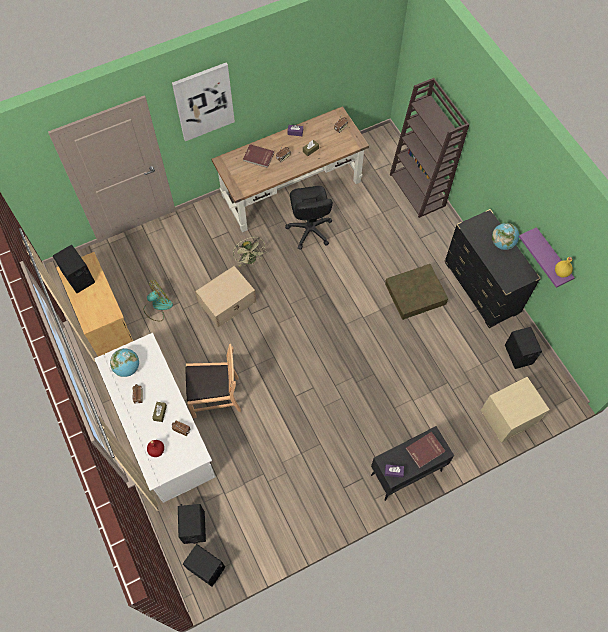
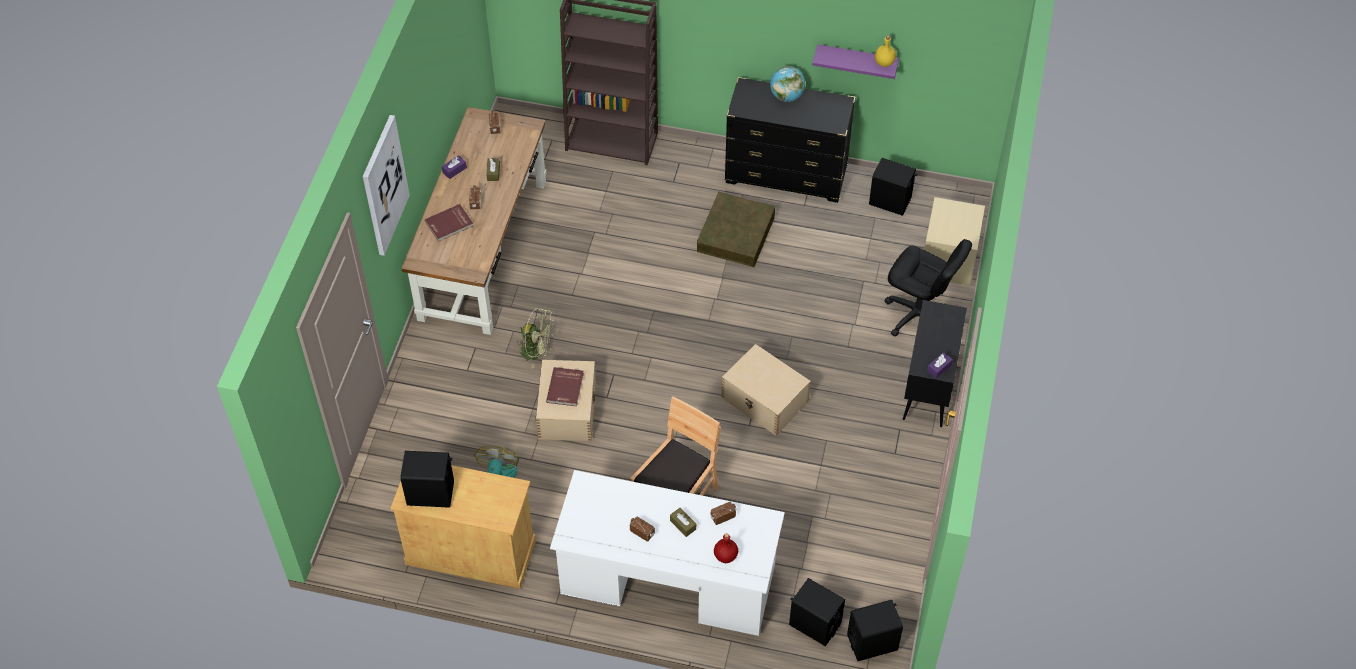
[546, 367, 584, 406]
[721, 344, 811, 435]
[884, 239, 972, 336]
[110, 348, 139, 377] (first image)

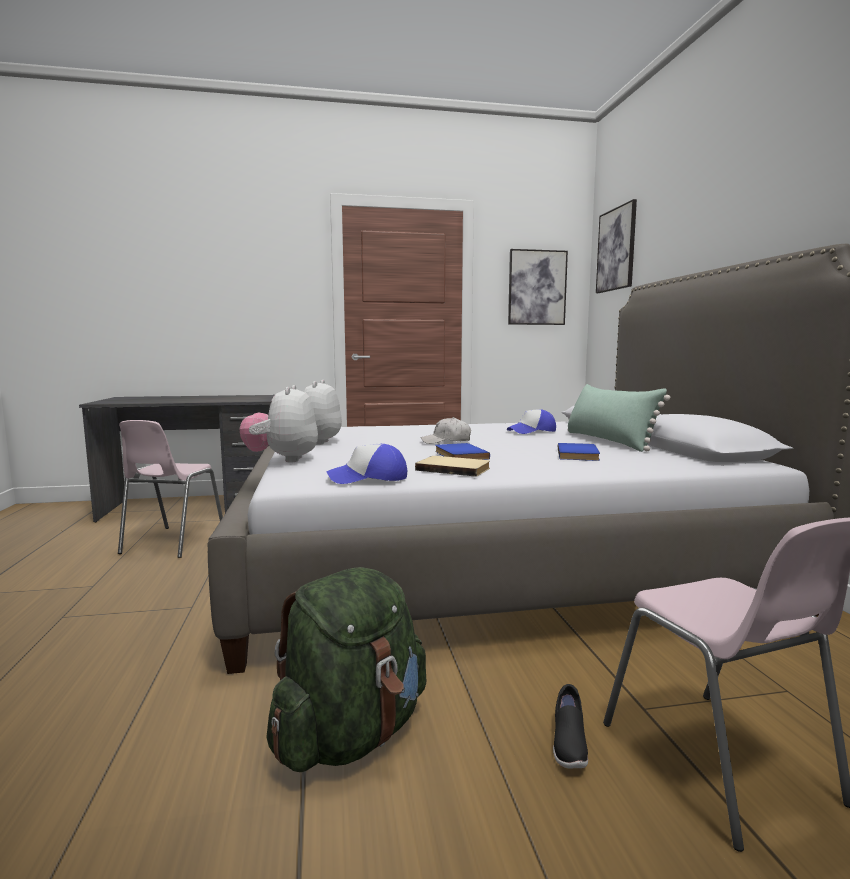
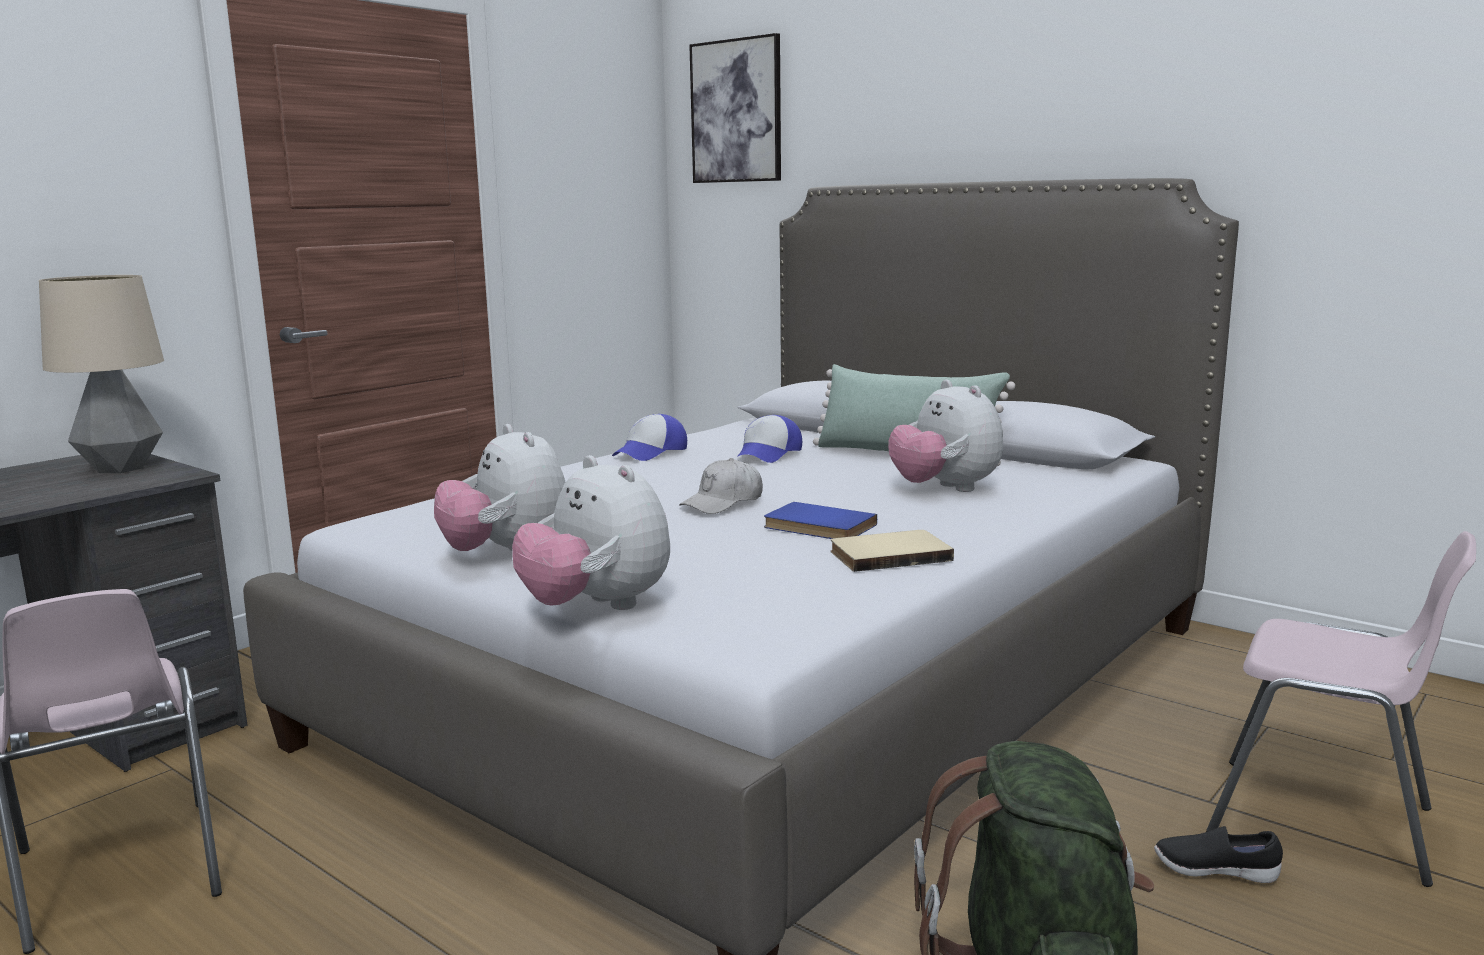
[39, 275, 164, 473]
[612, 414, 687, 461]
[888, 380, 1003, 492]
[1154, 826, 1283, 883]
[508, 249, 568, 325] (first image)

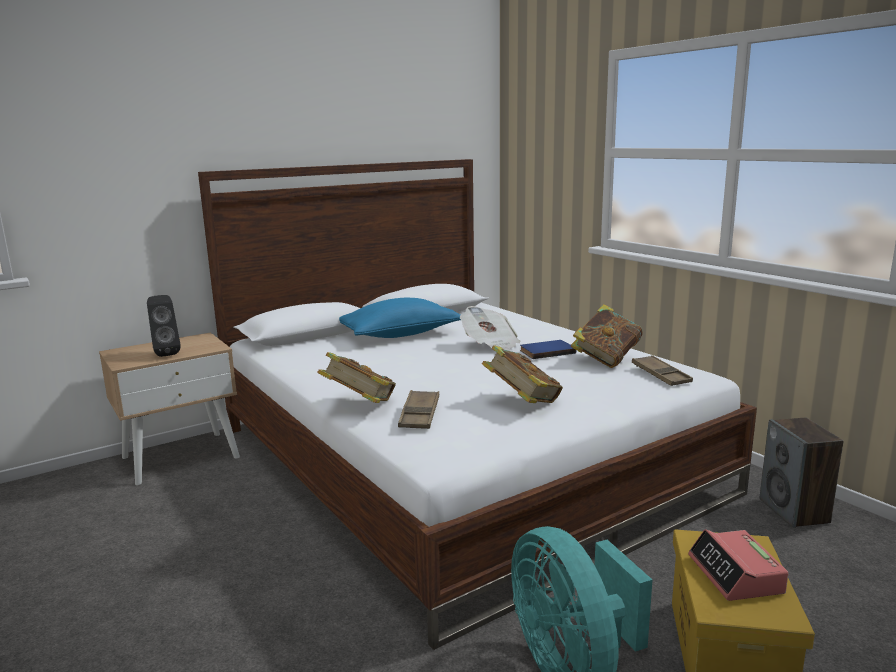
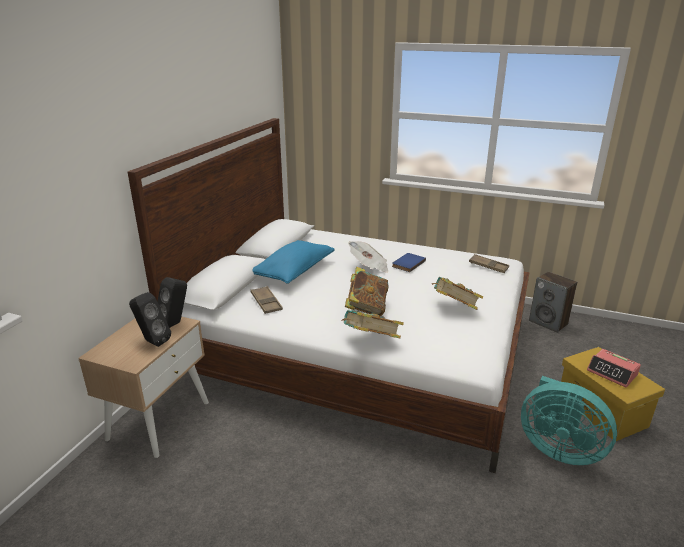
[157, 277, 187, 328]
[250, 286, 283, 314]
[345, 267, 389, 316]

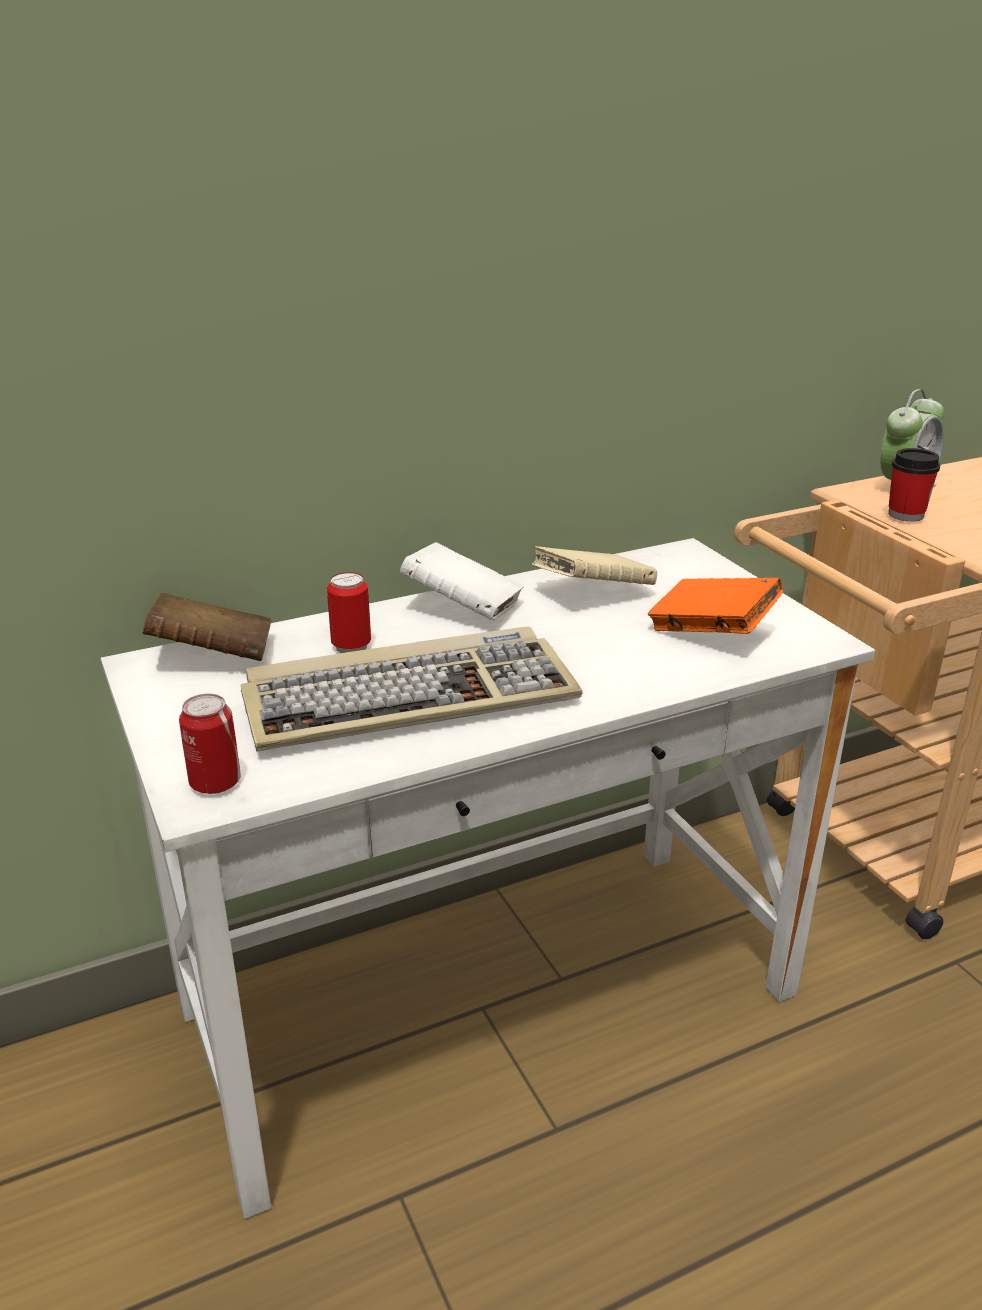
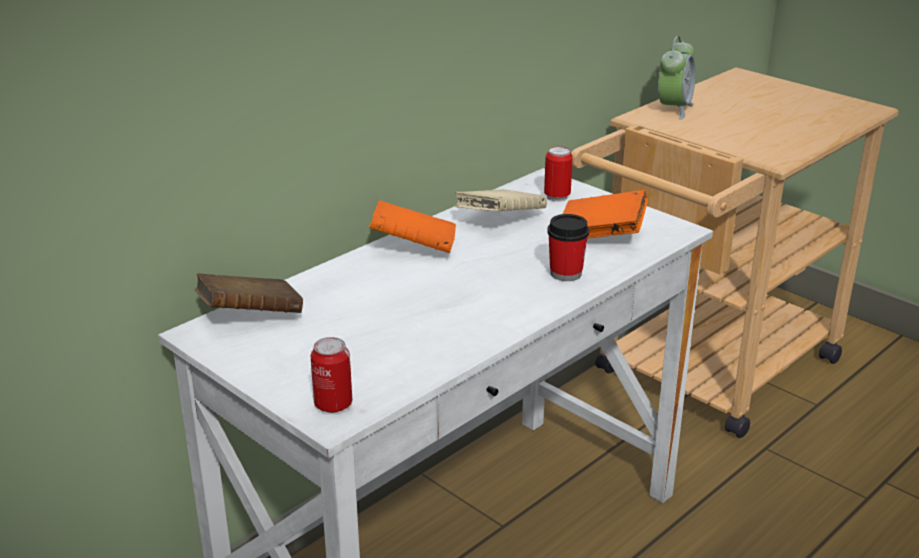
[369, 200, 456, 253]
[544, 146, 573, 202]
[547, 214, 589, 281]
[241, 626, 583, 752] (first image)

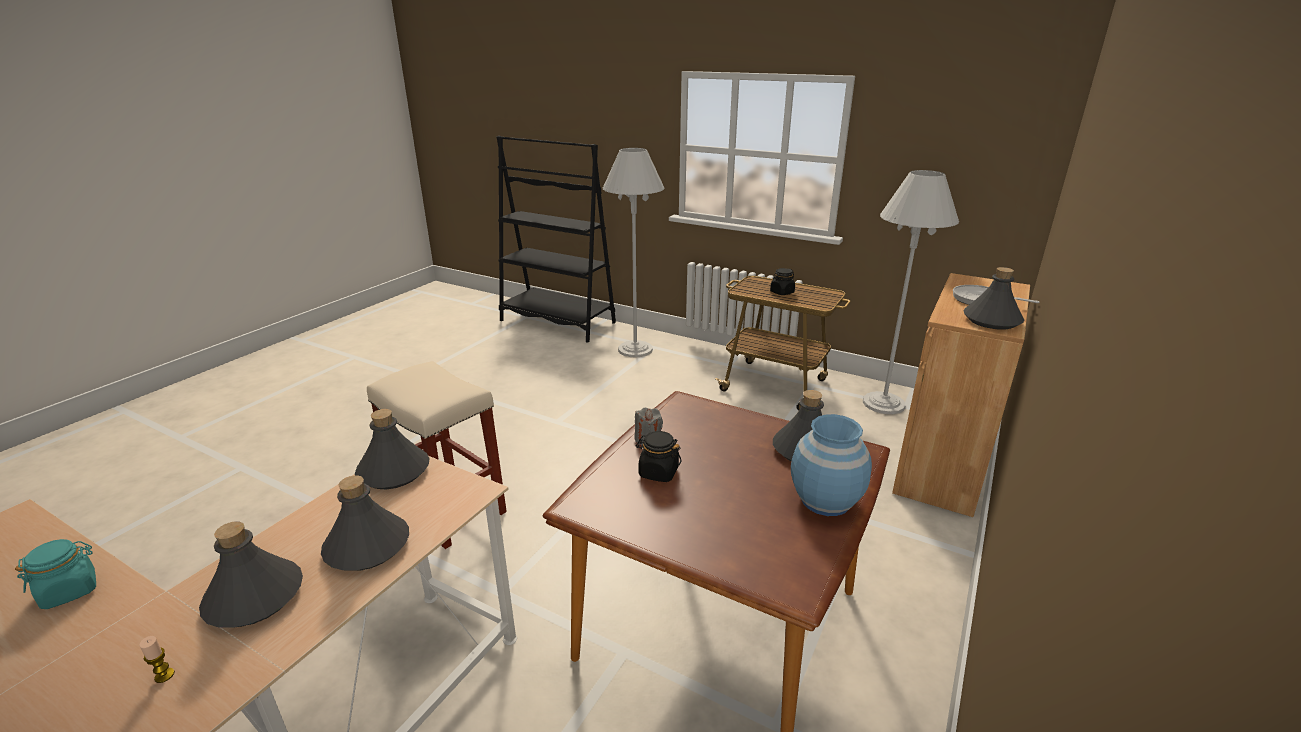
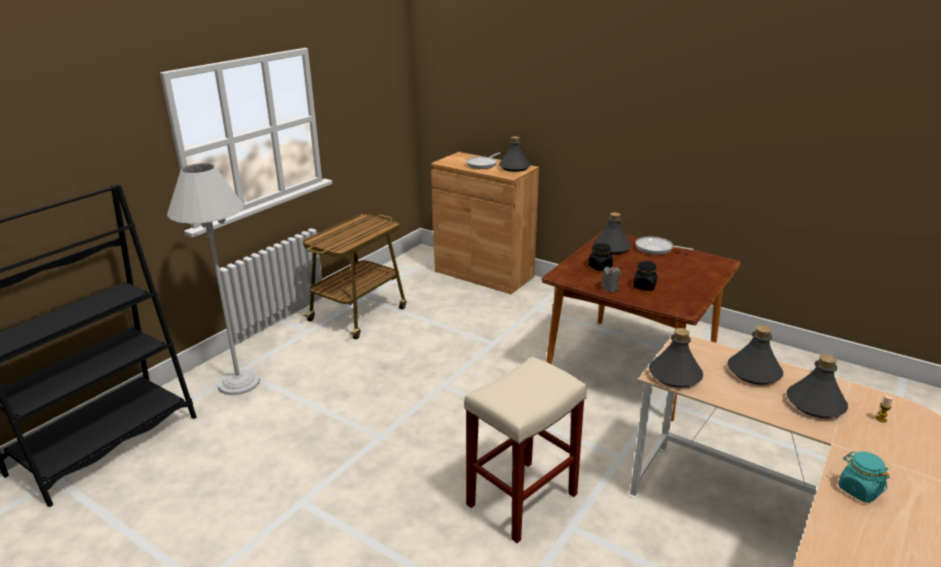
[588, 243, 613, 271]
[635, 237, 694, 255]
[863, 170, 959, 414] (first image)

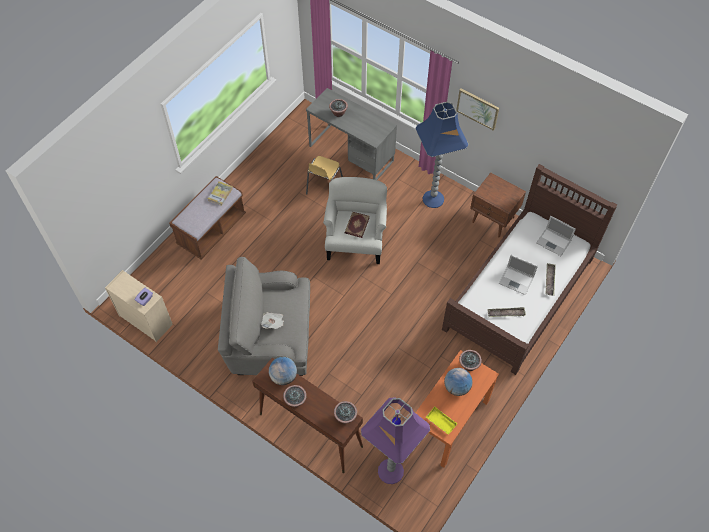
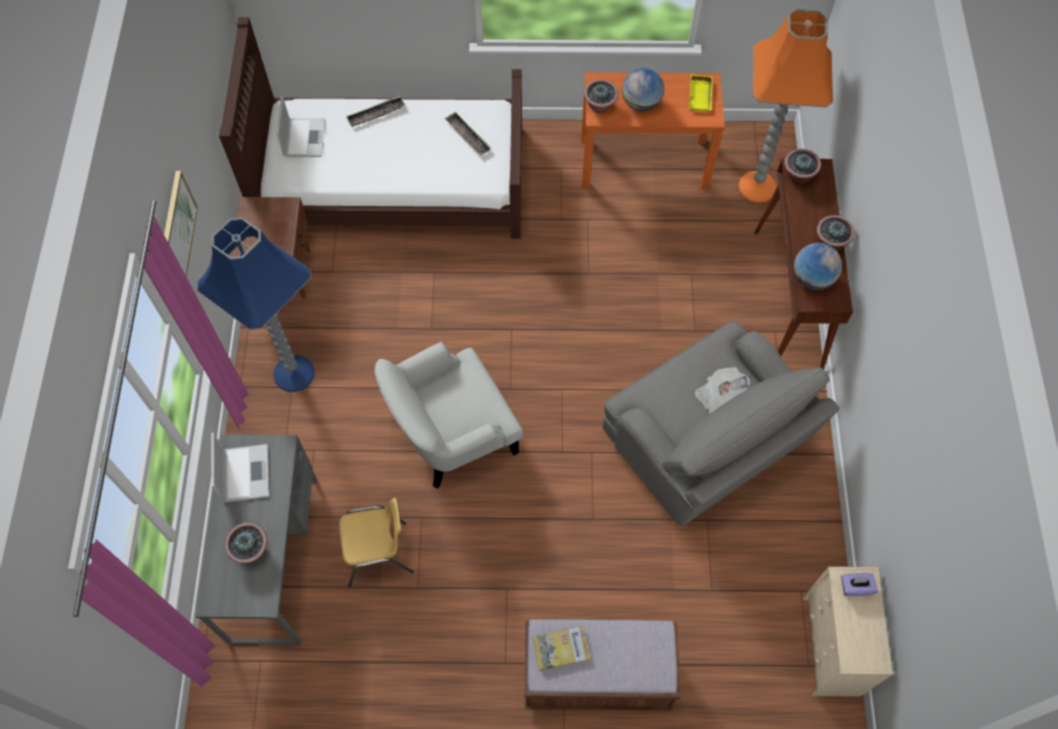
[211, 432, 269, 502]
[738, 8, 833, 203]
[344, 212, 370, 238] (first image)

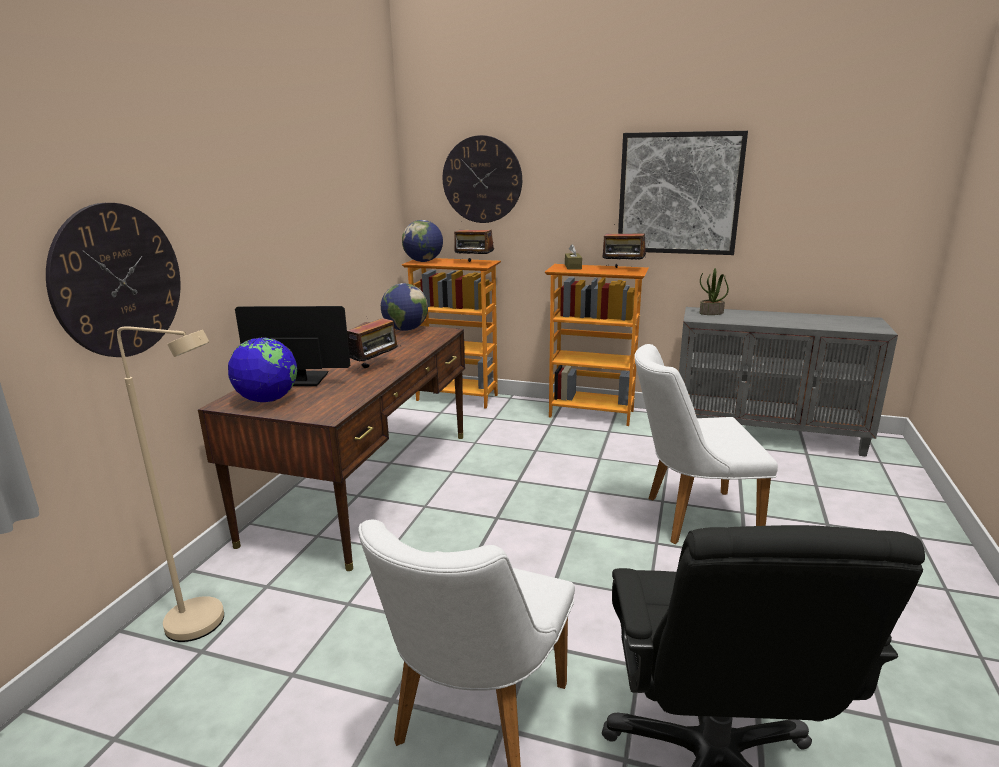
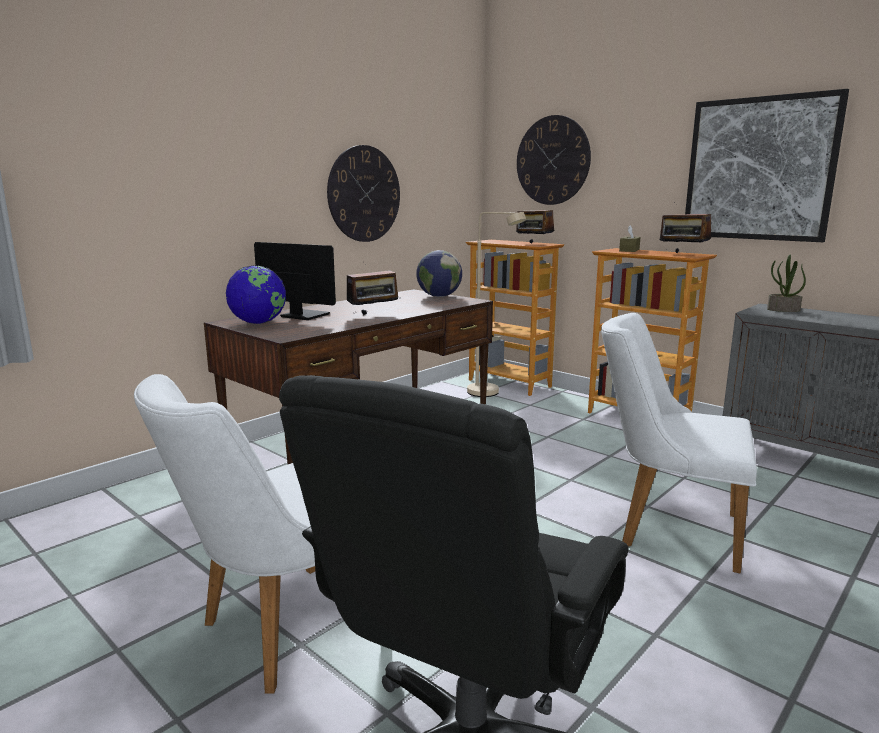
[327, 145, 400, 242]
[467, 212, 526, 397]
[402, 220, 443, 262] (first image)

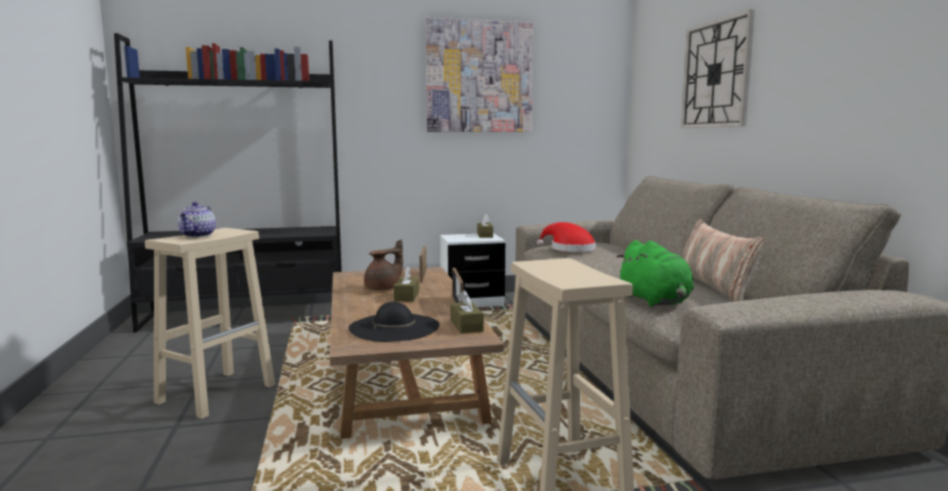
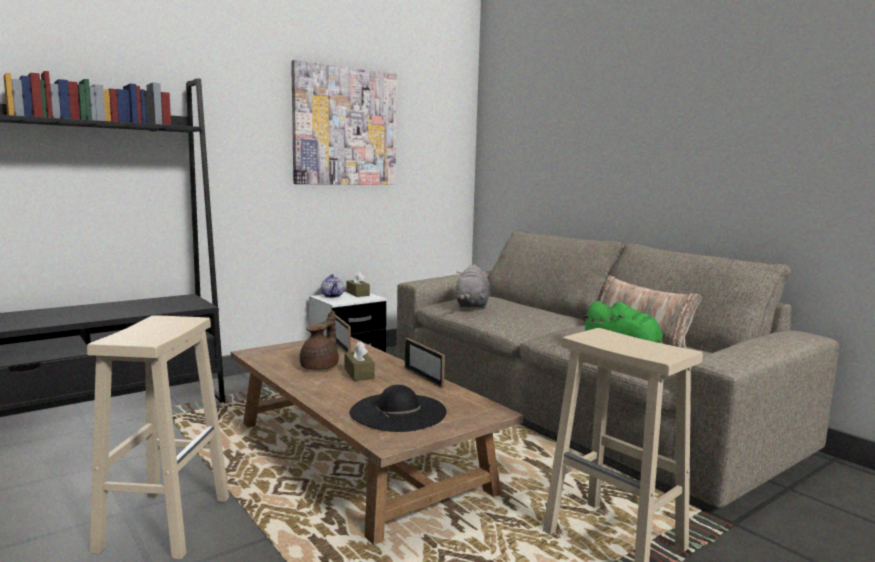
[321, 274, 344, 298]
[455, 264, 490, 309]
[451, 290, 484, 334] (first image)
[681, 9, 755, 128] (first image)

